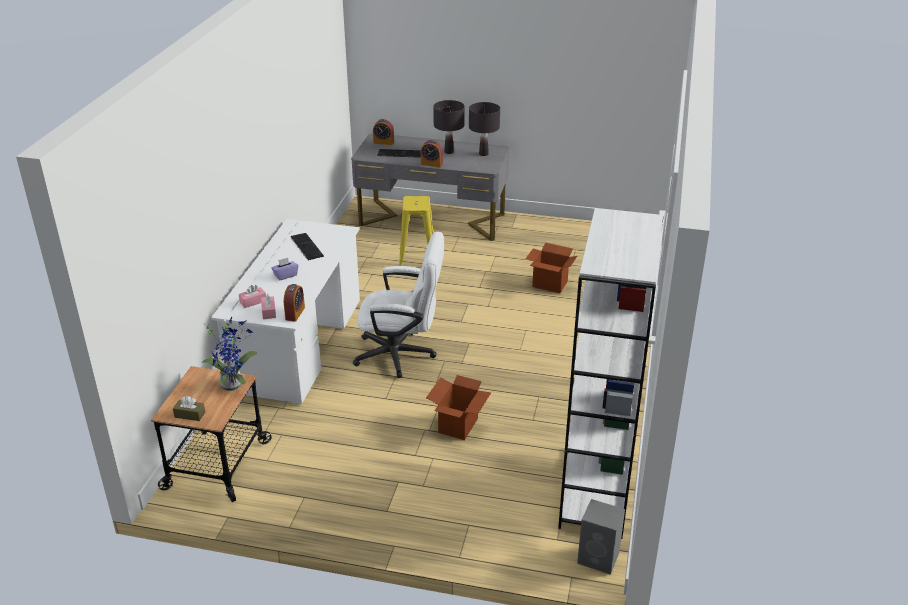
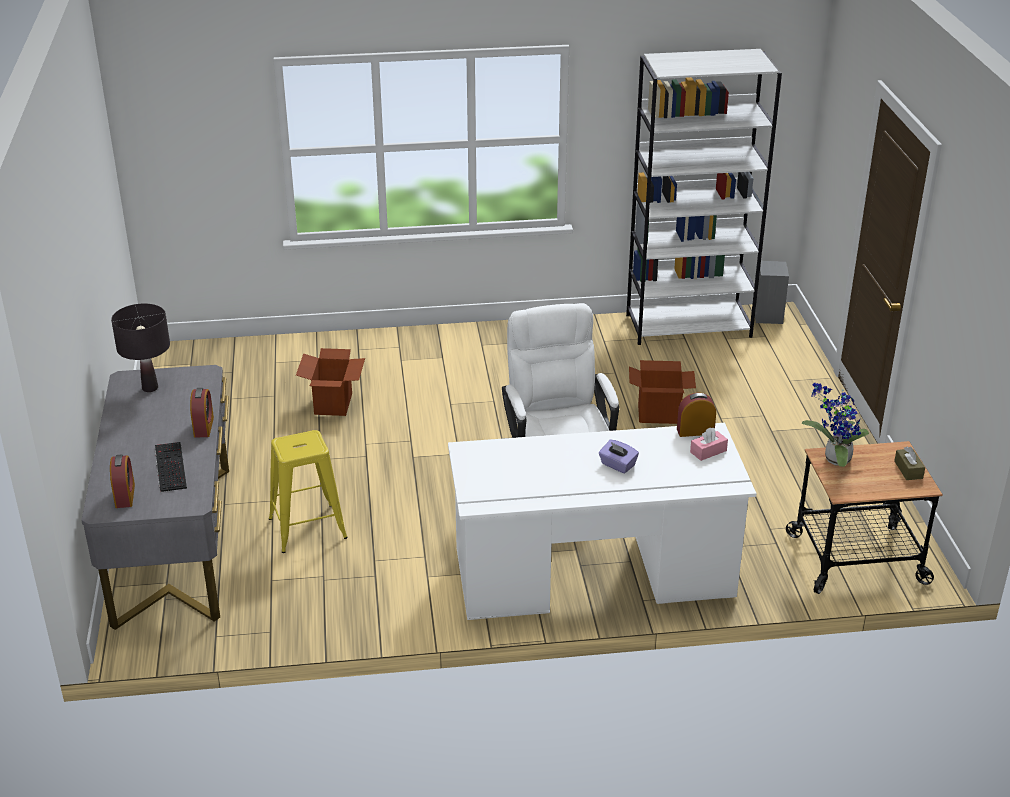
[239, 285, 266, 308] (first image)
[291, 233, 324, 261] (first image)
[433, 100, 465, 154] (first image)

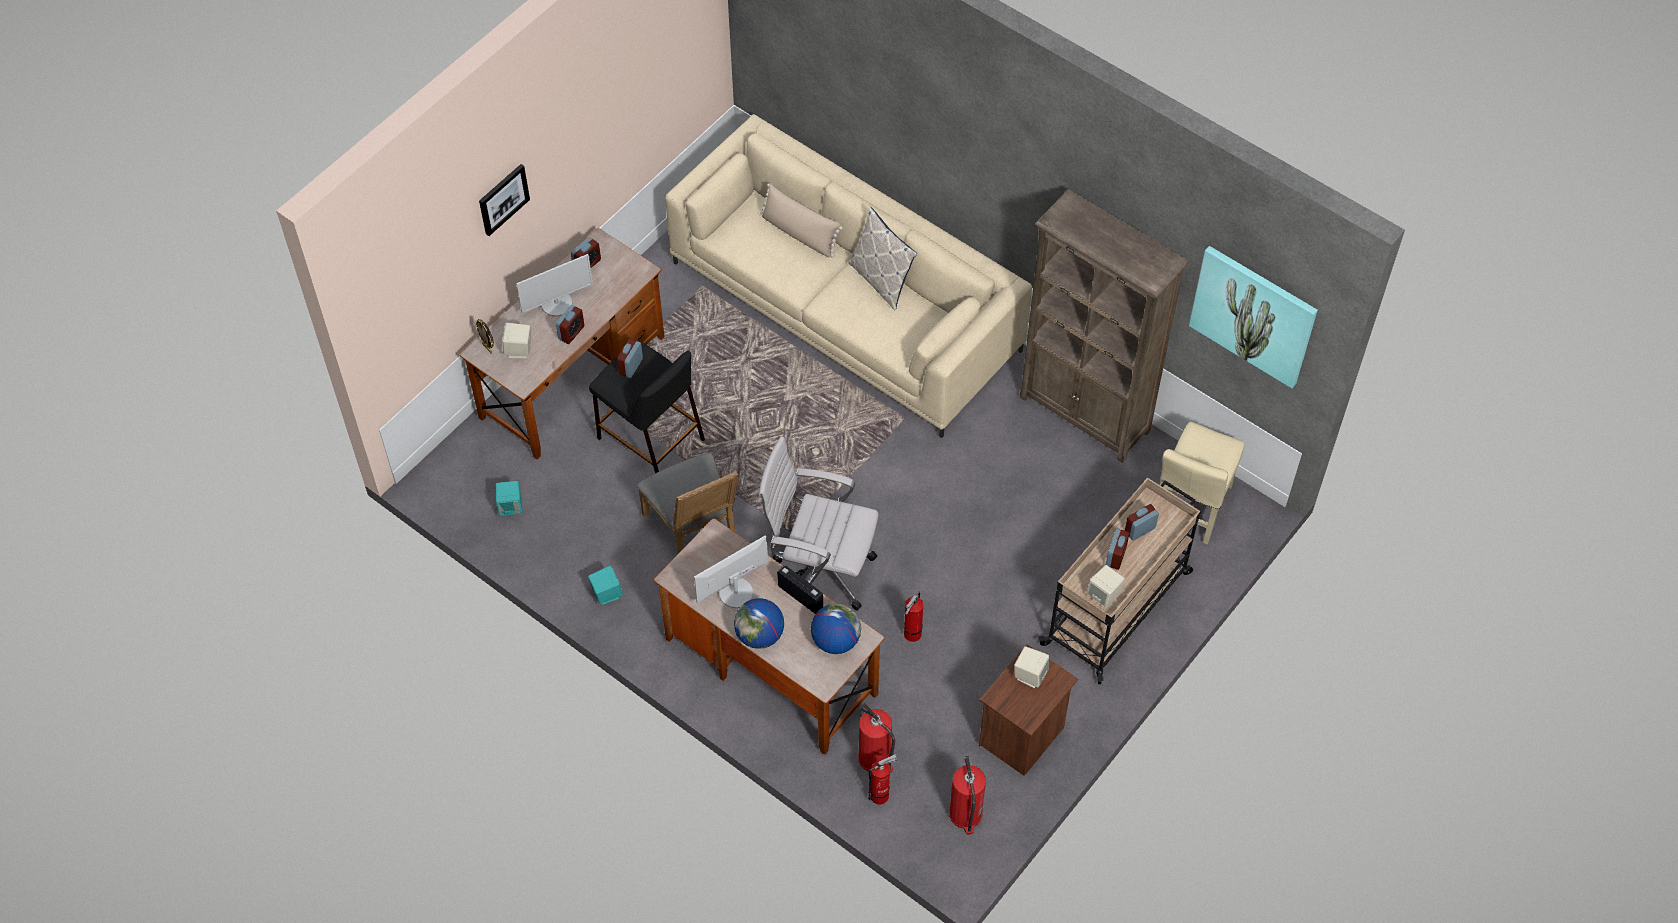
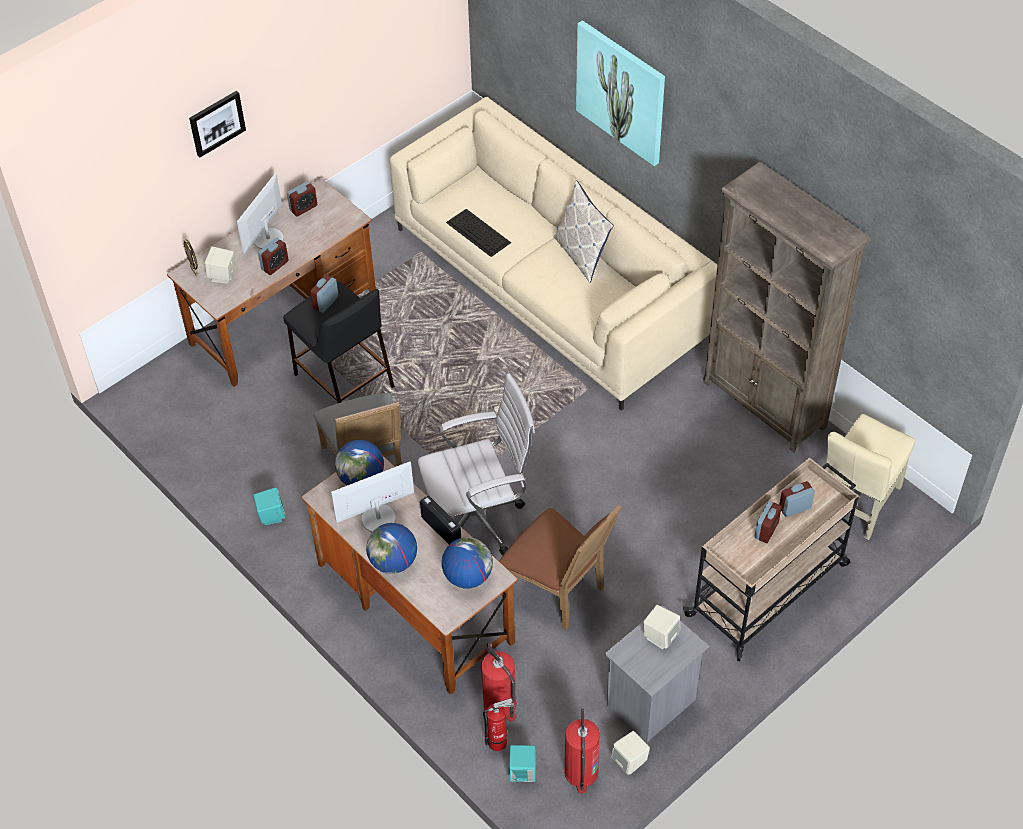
[237, 173, 284, 254]
[335, 440, 384, 485]
[418, 373, 535, 555]
[446, 209, 511, 257]
[499, 504, 622, 630]
[509, 745, 536, 782]
[576, 20, 665, 166]
[605, 605, 709, 742]
[611, 731, 650, 775]
[760, 184, 843, 258] (first image)

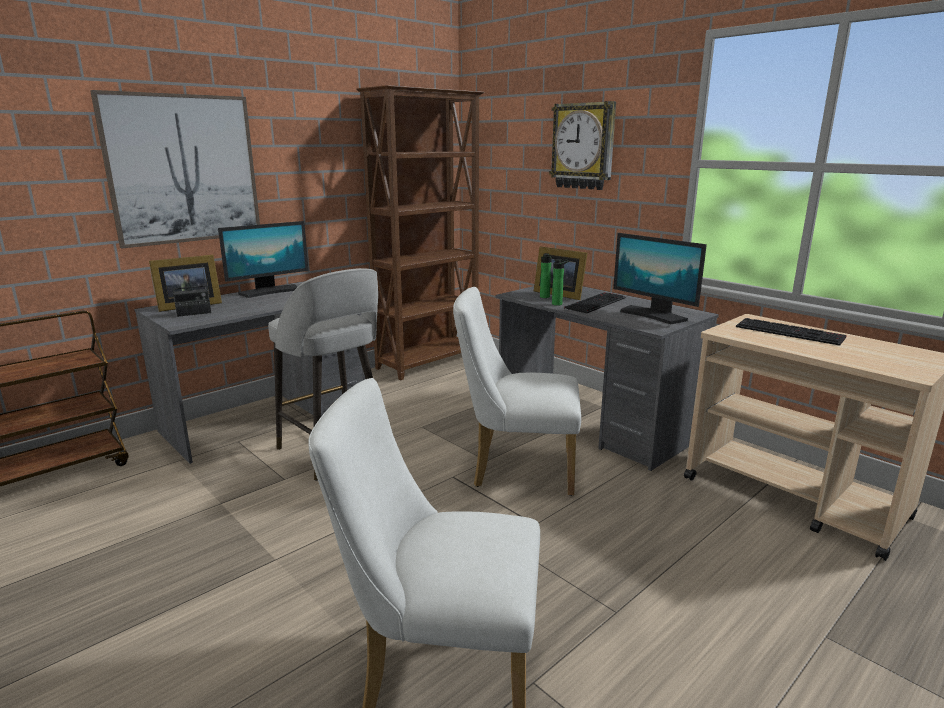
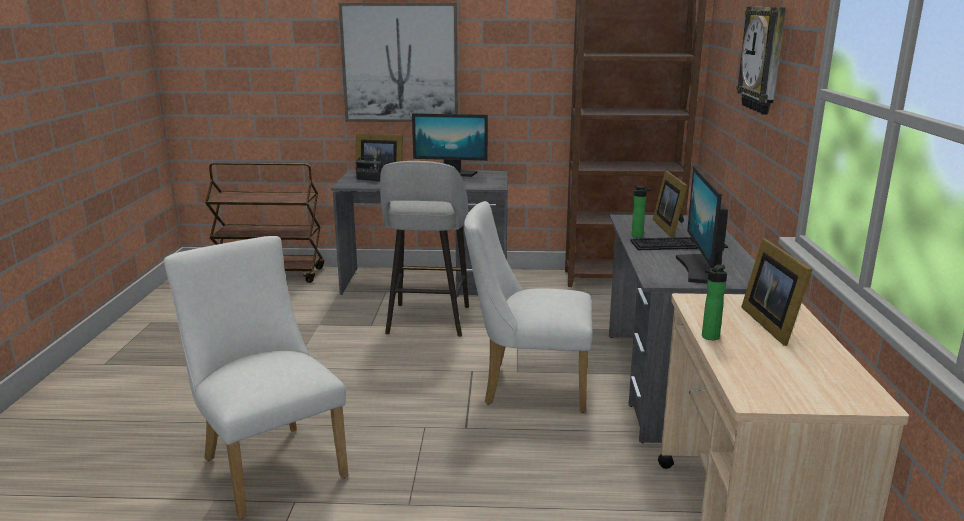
[464, 201, 593, 413]
[702, 265, 727, 340]
[741, 238, 813, 346]

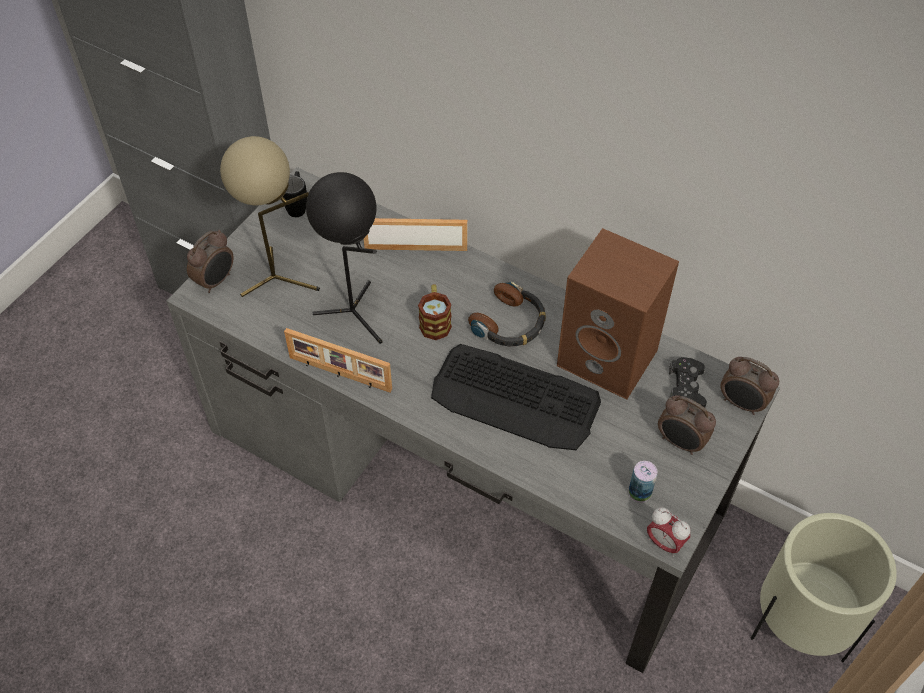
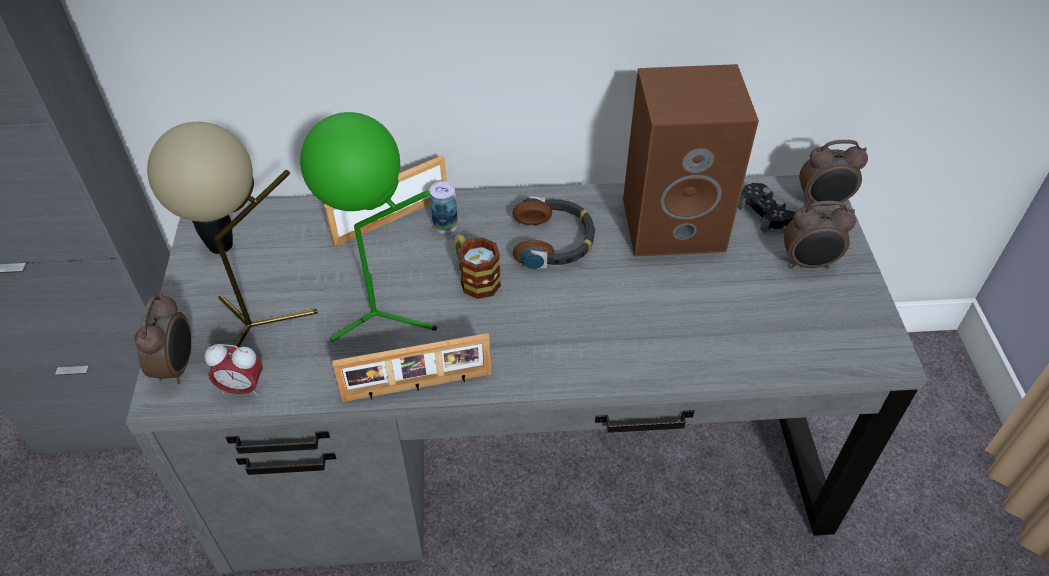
[205, 344, 263, 396]
[300, 112, 437, 342]
[430, 181, 458, 234]
[431, 344, 601, 450] (first image)
[751, 513, 897, 662] (first image)

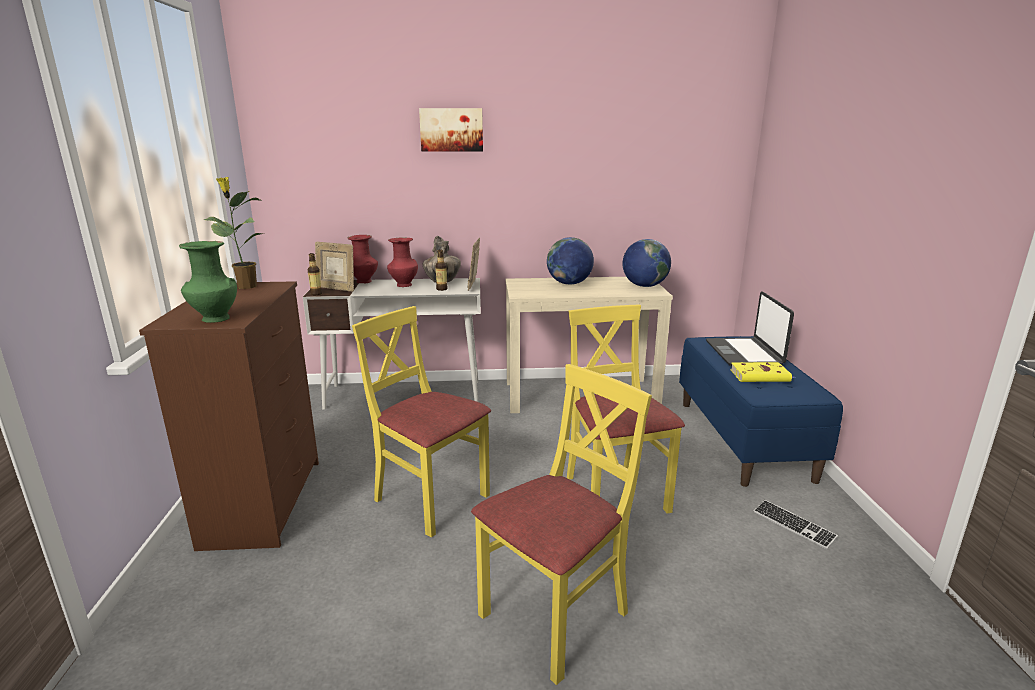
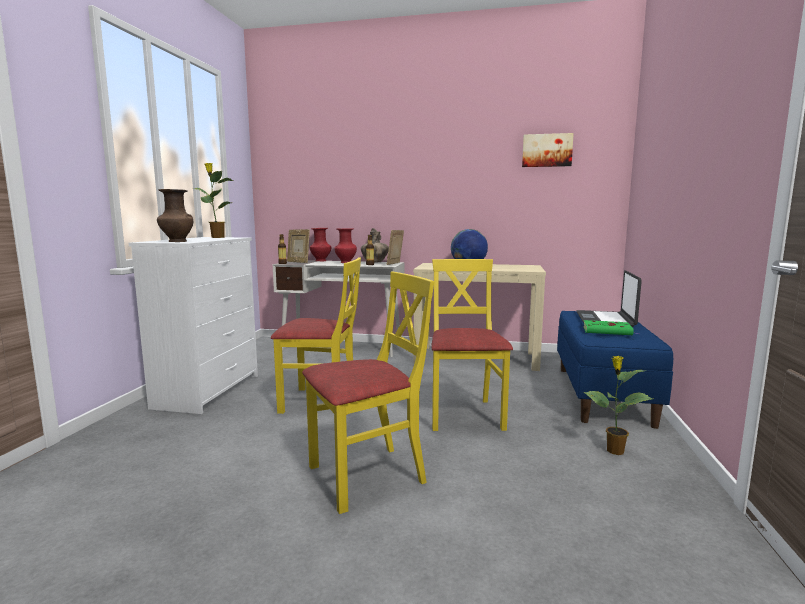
[129, 237, 258, 414]
[157, 189, 193, 242]
[271, 257, 361, 415]
[522, 133, 574, 167]
[583, 320, 640, 335]
[584, 356, 653, 455]
[623, 239, 671, 287] (first image)

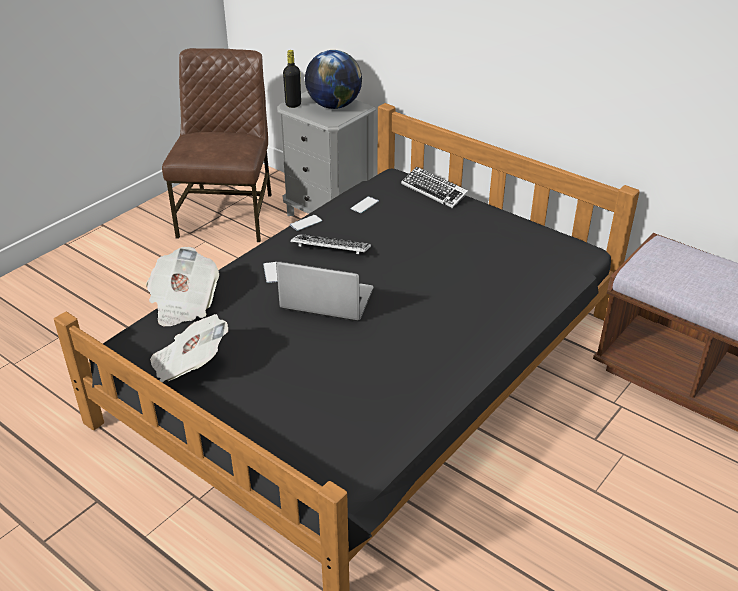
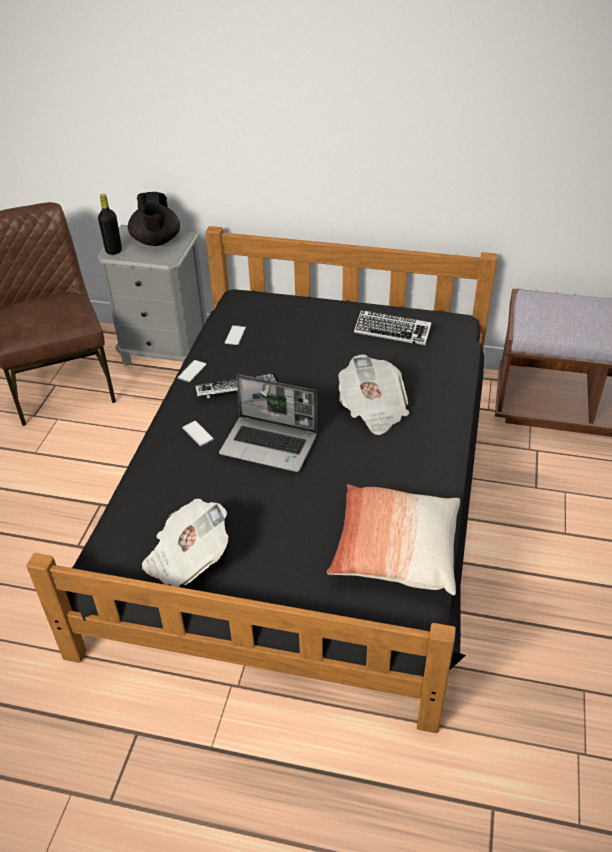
[128, 192, 180, 246]
[219, 374, 318, 472]
[327, 484, 460, 595]
[338, 354, 409, 435]
[354, 310, 432, 346]

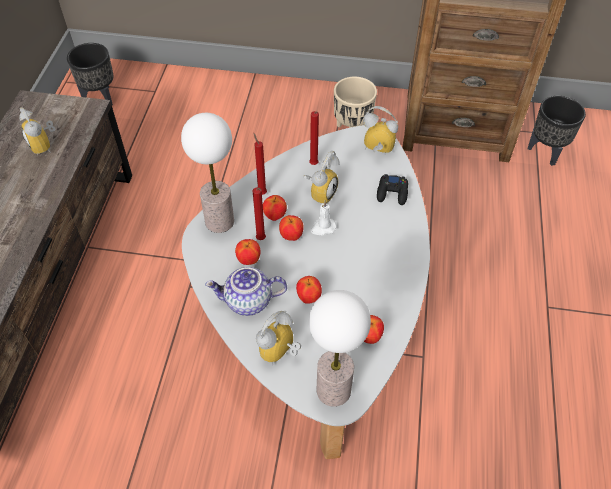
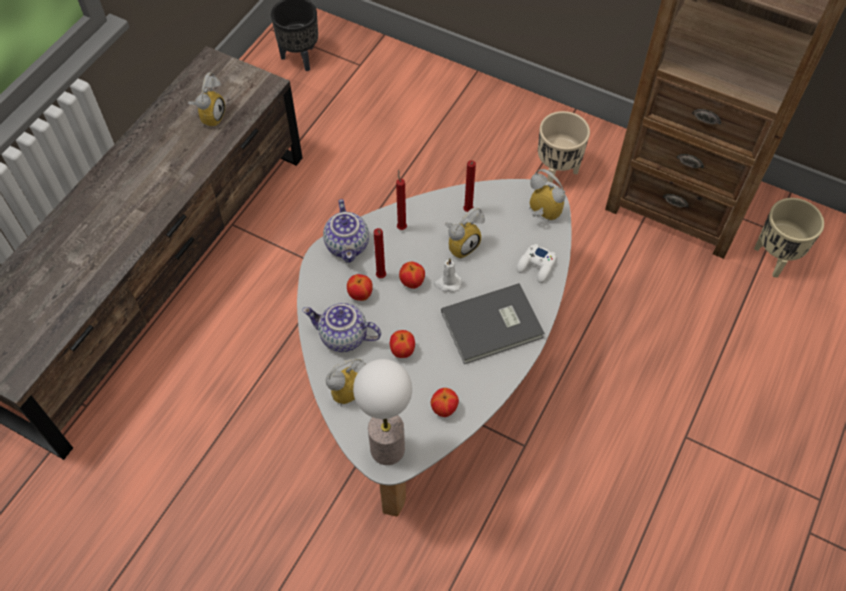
[188, 72, 225, 127]
[323, 199, 369, 263]
[441, 283, 545, 364]
[516, 244, 557, 283]
[754, 198, 824, 278]
[263, 195, 287, 221] (first image)

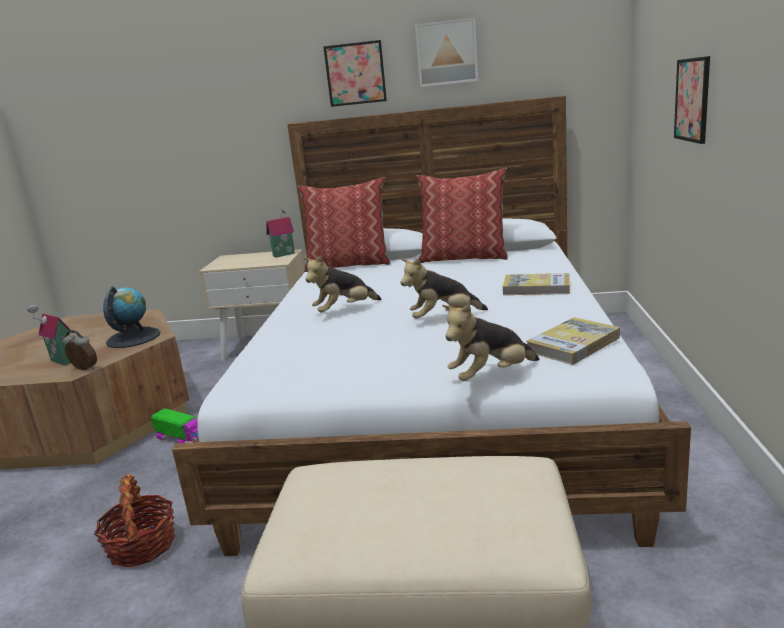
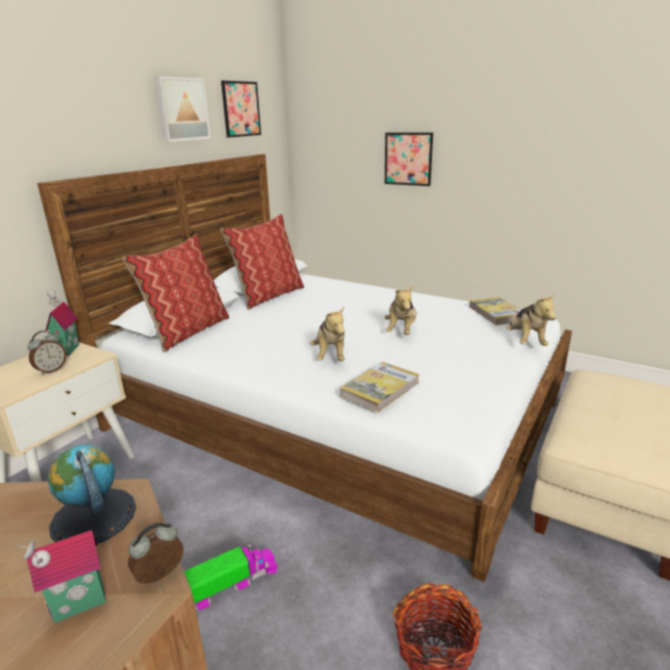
[28, 331, 67, 375]
[221, 81, 261, 138]
[340, 362, 420, 413]

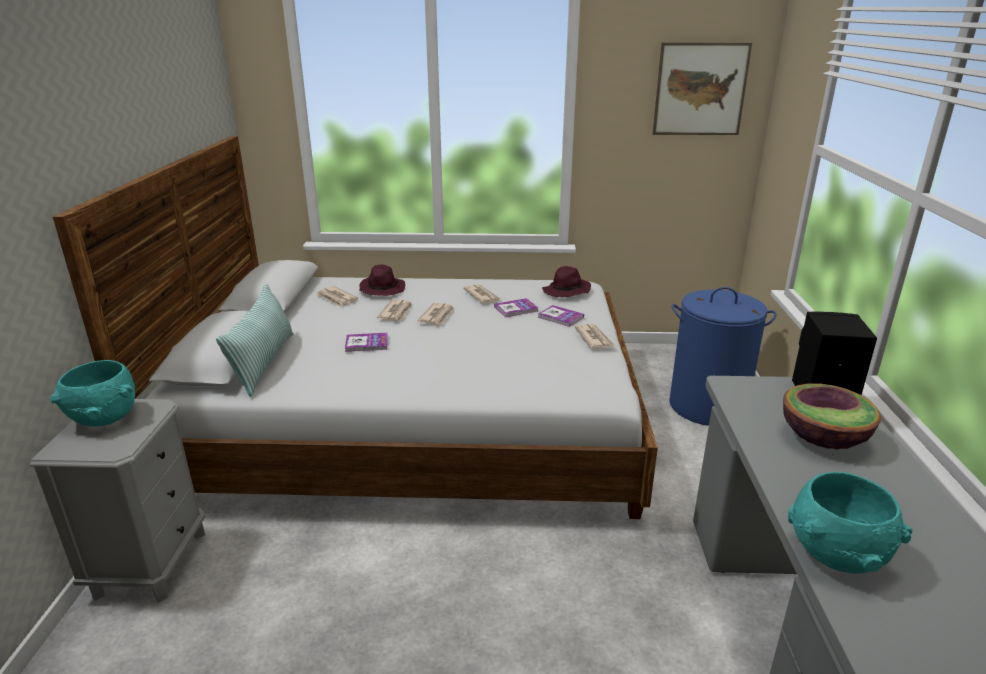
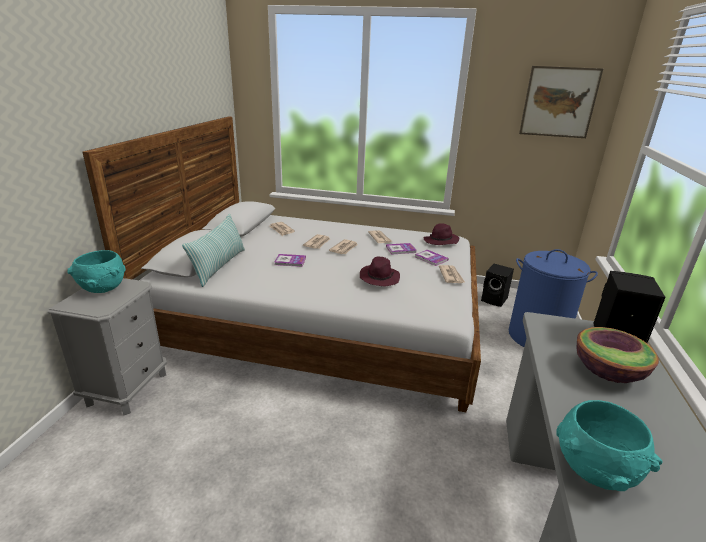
[359, 257, 400, 286]
[481, 264, 514, 307]

